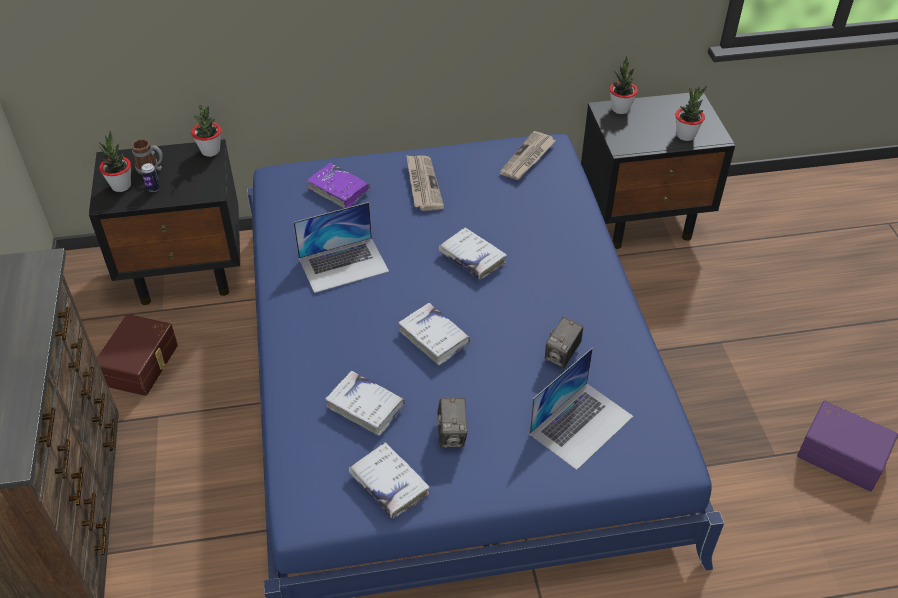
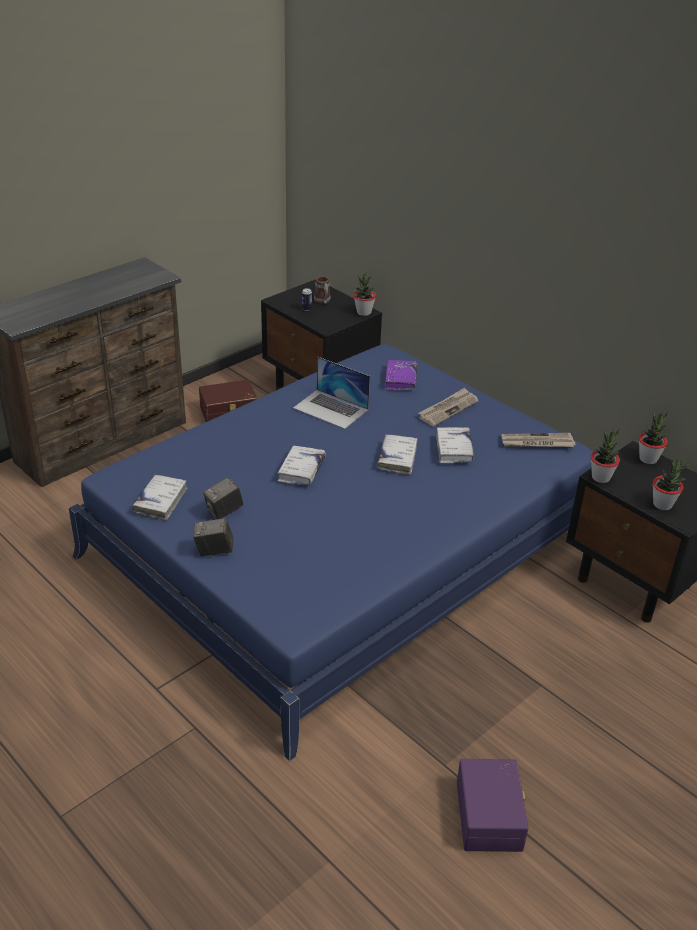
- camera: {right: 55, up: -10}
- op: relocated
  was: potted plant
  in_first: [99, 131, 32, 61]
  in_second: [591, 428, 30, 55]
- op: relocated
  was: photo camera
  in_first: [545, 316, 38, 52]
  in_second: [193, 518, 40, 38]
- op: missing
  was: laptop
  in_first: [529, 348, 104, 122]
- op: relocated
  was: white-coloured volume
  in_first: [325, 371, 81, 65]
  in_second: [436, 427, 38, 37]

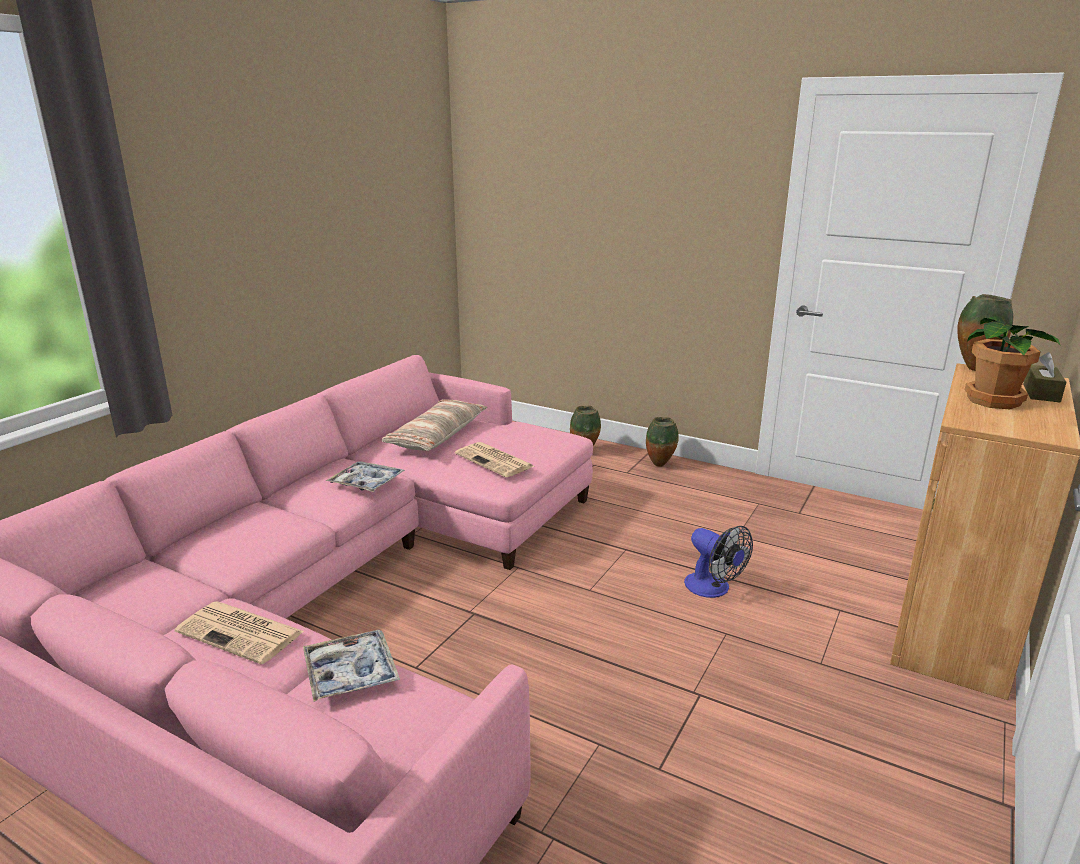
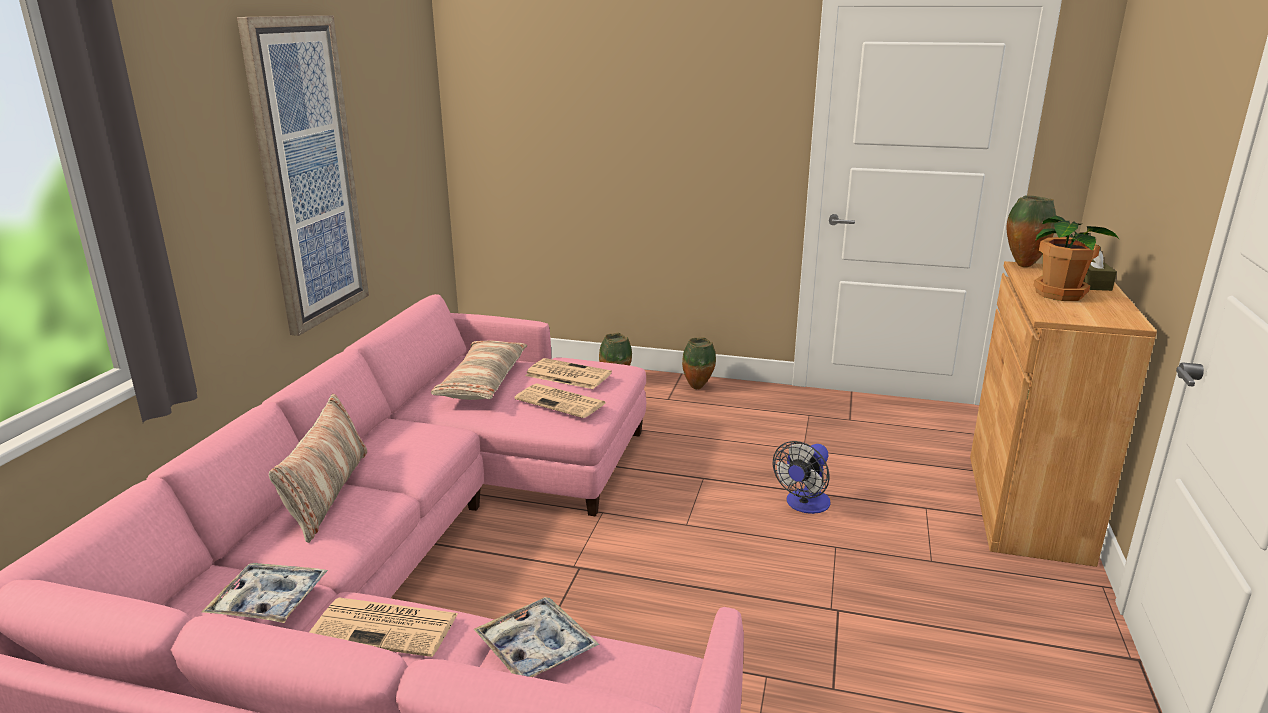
- camera: {right: -15, up: 0}
- op: relocated
  was: tray
  in_first: [326, 461, 79, 31]
  in_second: [201, 563, 127, 60]
- op: spun
  was: fan
  in_first: [684, 526, 69, 72]
  in_second: [773, 441, 57, 73]
  clockwise: 90
- op: appeared
  now: wall picture
  in_second: [237, 15, 132, 321]
- op: appeared
  now: newspaper
  in_second: [525, 358, 87, 31]
- op: appeared
  now: throw pillow
  in_second: [269, 394, 98, 149]

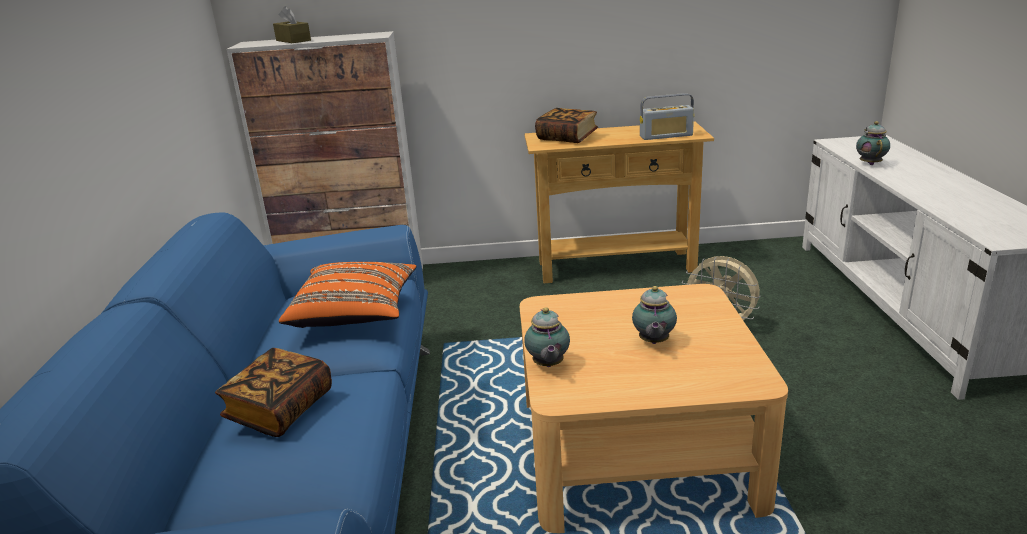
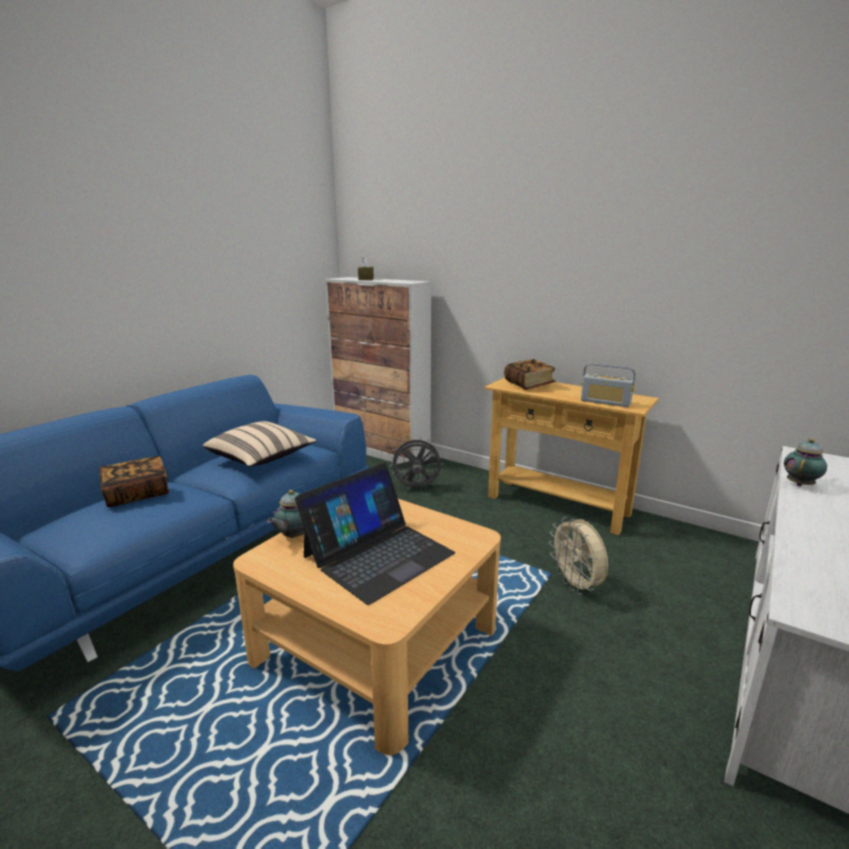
- camera: {right: 35, up: -5}
- op: colour
  was: orangey throw pillow
  now: beige-coloured throw pillow
  in_first: [279, 262, 138, 66]
  in_second: [202, 421, 115, 46]
- op: exchanged
  was: pot for tea
  now: laptop
  in_first: [632, 286, 45, 58]
  in_second: [295, 463, 160, 142]
- op: appeared
  now: gray fan
  in_second: [390, 436, 53, 52]

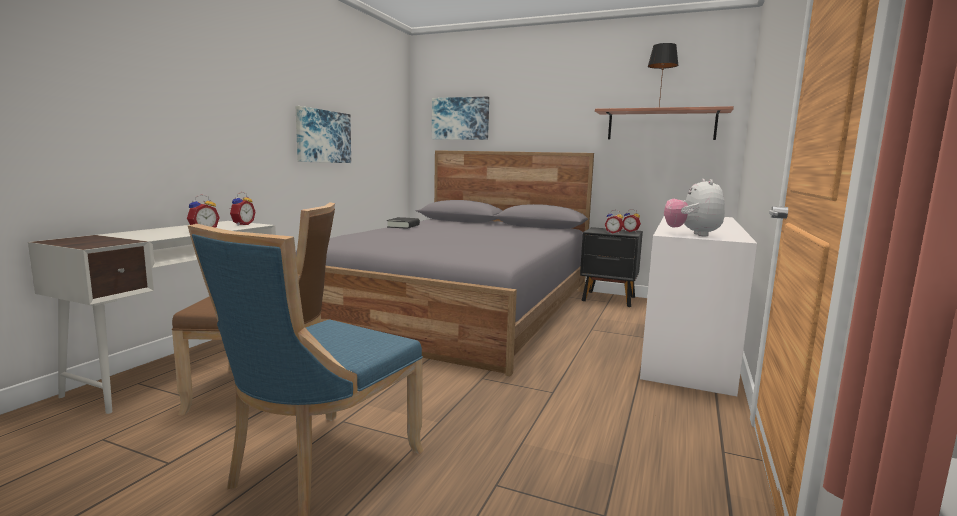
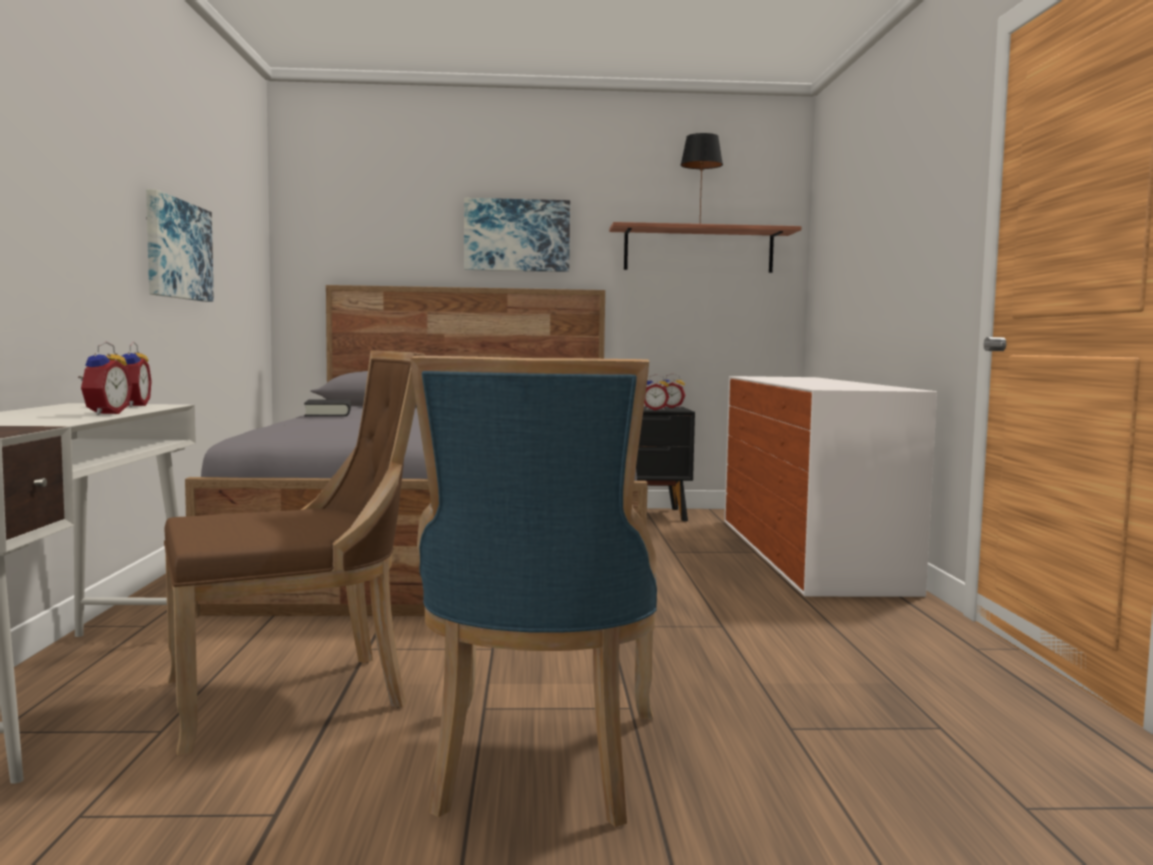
- camera: {right: -25, up: -5}
- op: relocated
  was: wall picture
  in_first: [432, 97, 57, 43]
  in_second: [464, 198, 106, 74]
- op: missing
  was: cuddly toy
  in_first: [664, 179, 61, 57]

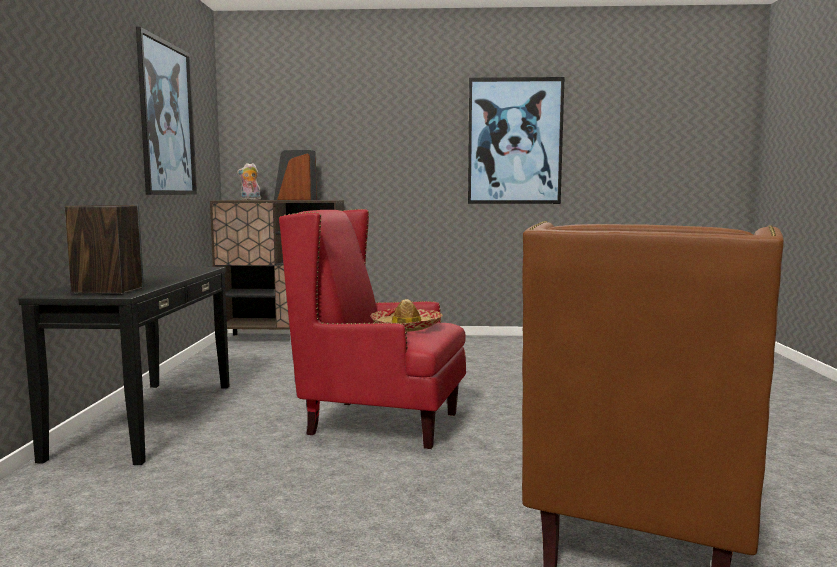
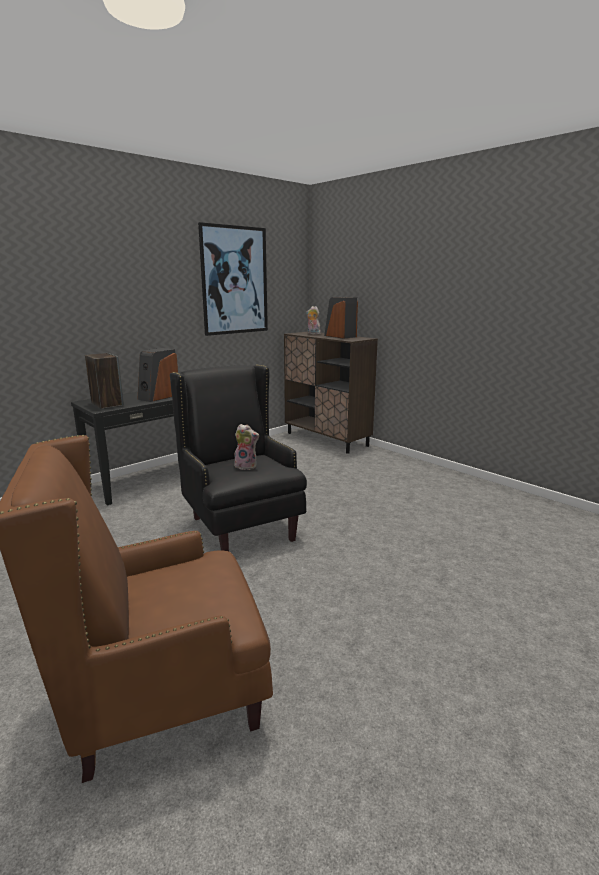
- camera: {right: 45, up: 10}
- op: missing
  was: wall picture
  in_first: [468, 77, 96, 127]
- op: colour
  was: reddish easy chair
  now: black-coloured easy chair
  in_first: [279, 209, 187, 240]
  in_second: [170, 365, 137, 186]
- op: exchanged
  was: wearable hat
  now: cuddly toy
  in_first: [370, 299, 73, 33]
  in_second: [233, 424, 26, 46]
- op: appeared
  now: audio speaker
  in_second: [137, 348, 41, 54]

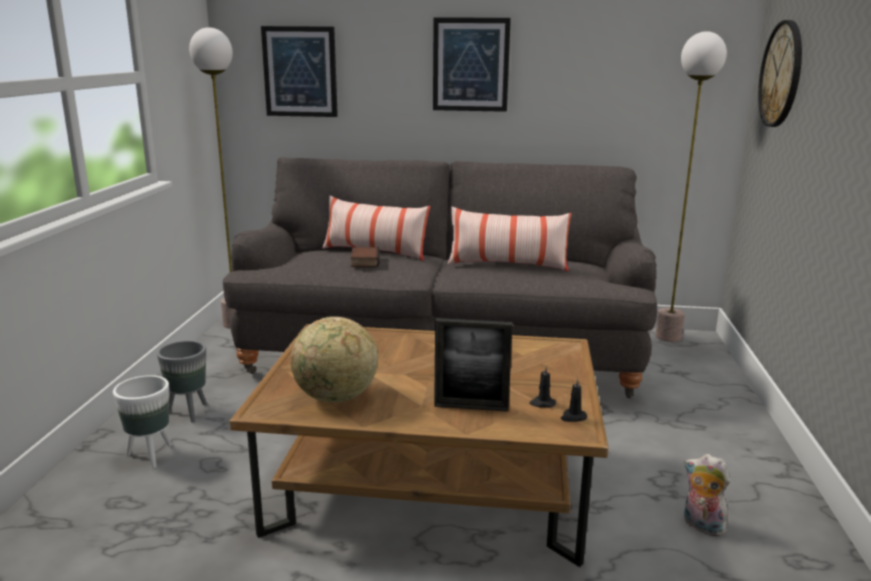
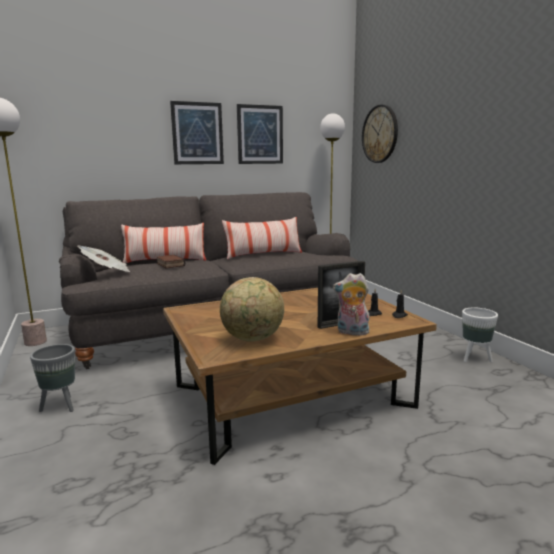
- camera: {right: -30, up: -5}
- op: relocated
  was: wall picture
  in_first: [261, 26, 77, 91]
  in_second: [237, 104, 46, 60]
- op: relocated
  was: white-coloured planter
  in_first: [113, 375, 59, 93]
  in_second: [462, 307, 36, 55]
- op: relocated
  was: cuddly toy
  in_first: [684, 454, 46, 82]
  in_second: [333, 273, 37, 63]
- op: appeared
  now: newspaper
  in_second: [78, 246, 52, 26]

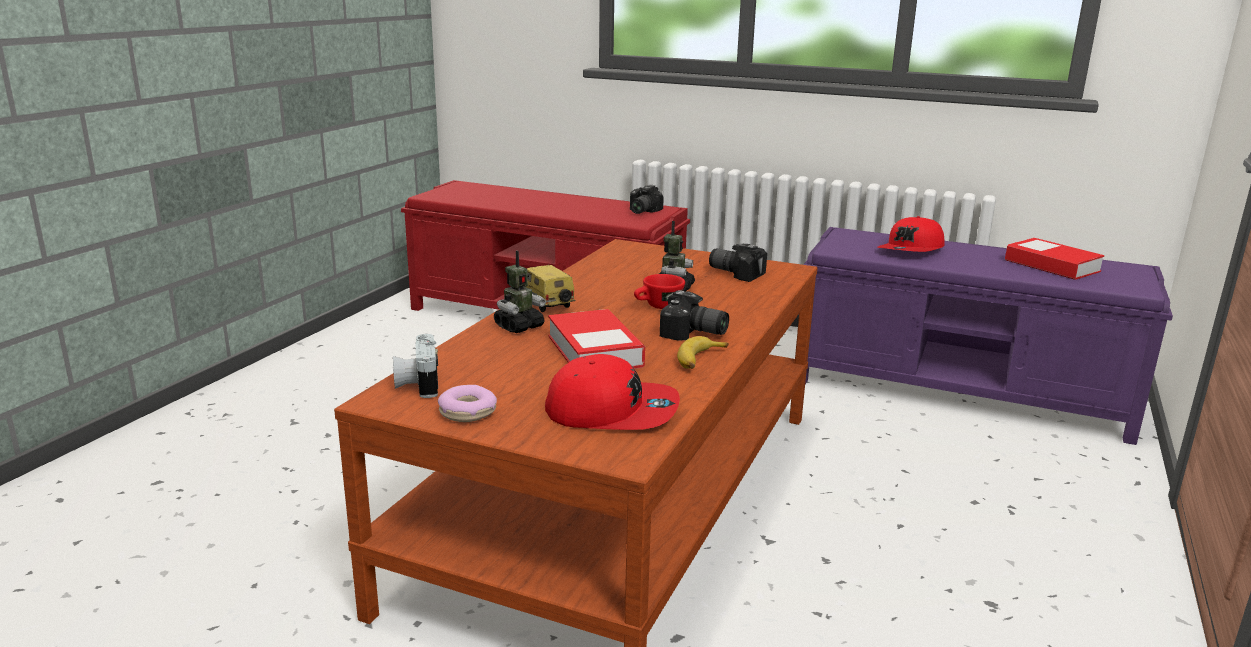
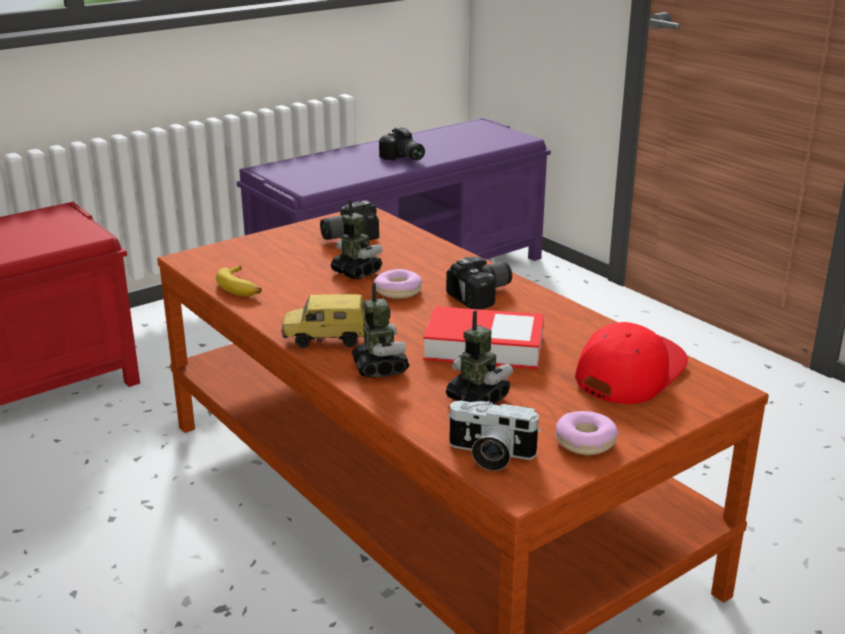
- camera: {right: -60, up: 5}
- op: relocated
  was: photo camera
  in_first: [630, 185, 34, 29]
  in_second: [379, 127, 46, 34]
- op: missing
  was: reddish baseball cap
  in_first: [877, 216, 68, 36]
- op: missing
  was: volume
  in_first: [1005, 238, 99, 42]
- op: exchanged
  was: reddish cup
  now: donut
  in_first: [634, 274, 51, 35]
  in_second: [374, 269, 48, 30]
- op: relocated
  was: banana
  in_first: [677, 336, 52, 33]
  in_second: [216, 265, 46, 32]
- op: appeared
  now: robot figure
  in_second: [446, 310, 67, 95]

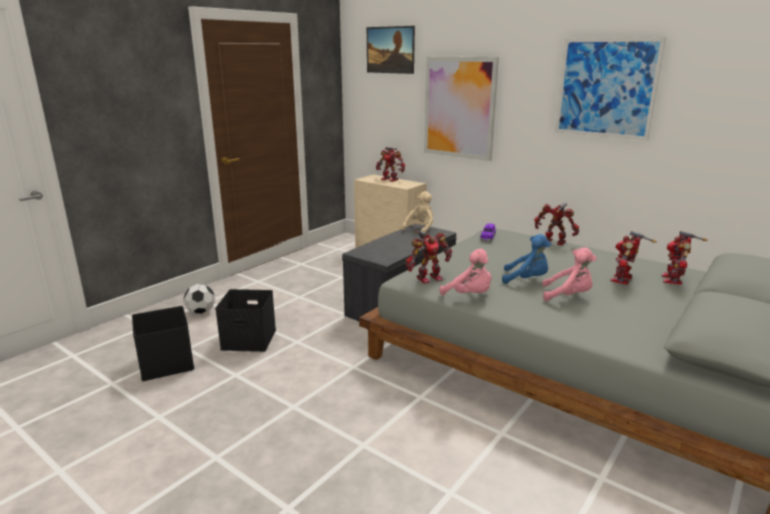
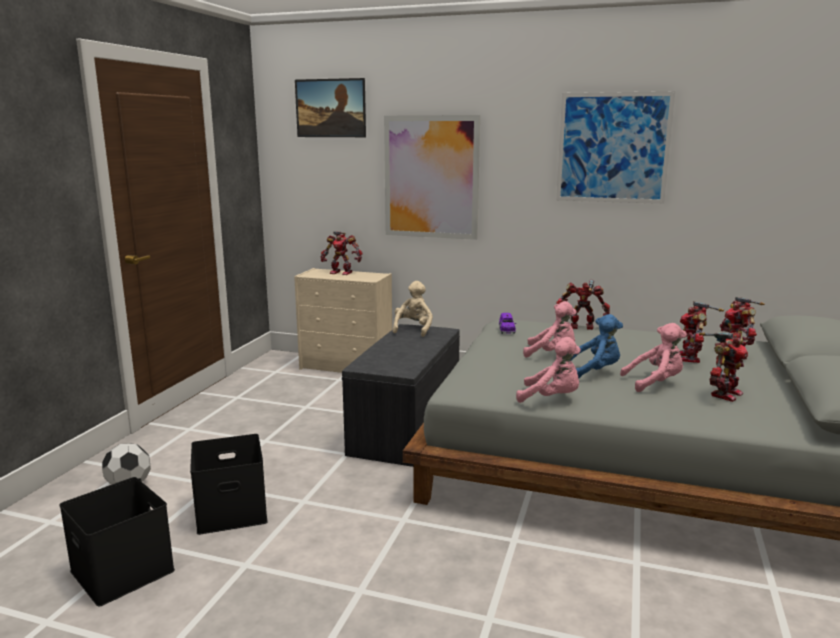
- camera: {right: -20, up: -5}
- op: relocated
  was: robot figure
  in_first: [405, 231, 47, 53]
  in_second: [699, 332, 49, 70]
- op: appeared
  now: pink-coloured cuddly toy
  in_second: [523, 301, 54, 56]

